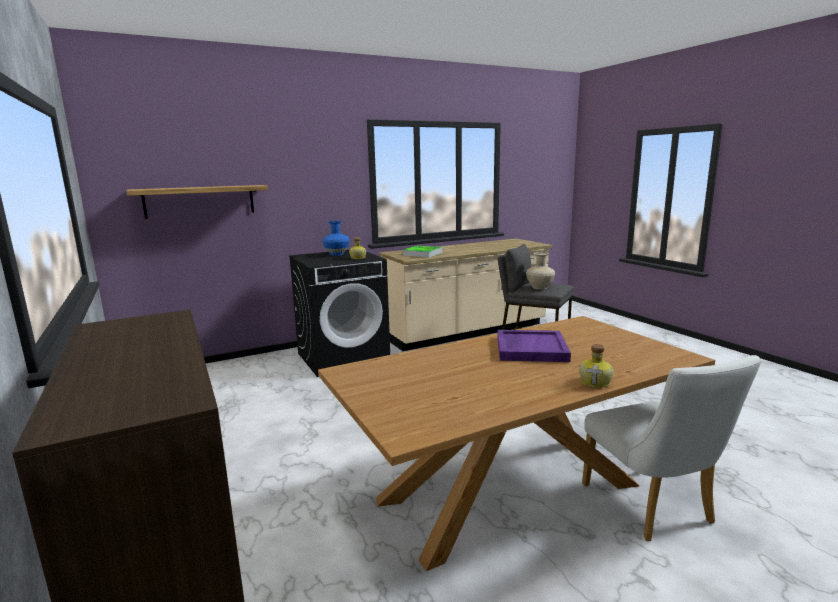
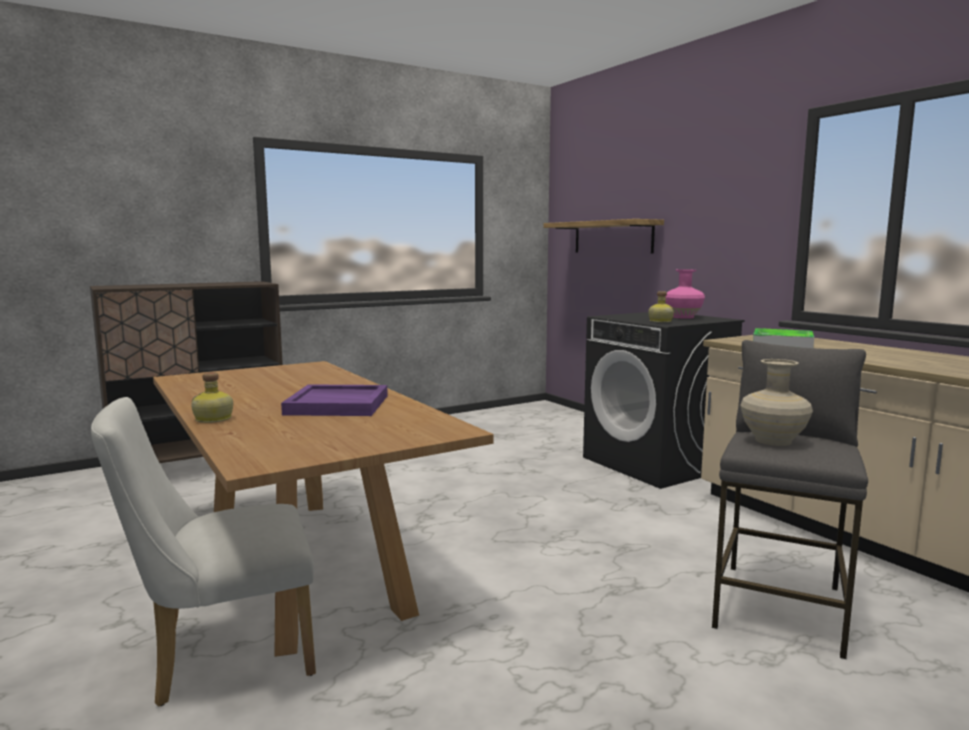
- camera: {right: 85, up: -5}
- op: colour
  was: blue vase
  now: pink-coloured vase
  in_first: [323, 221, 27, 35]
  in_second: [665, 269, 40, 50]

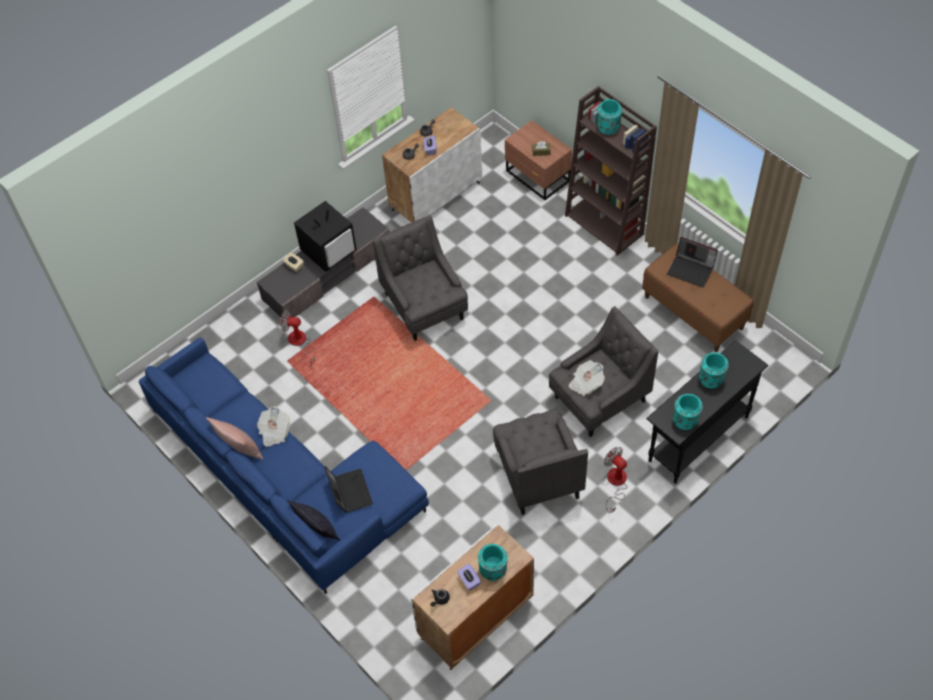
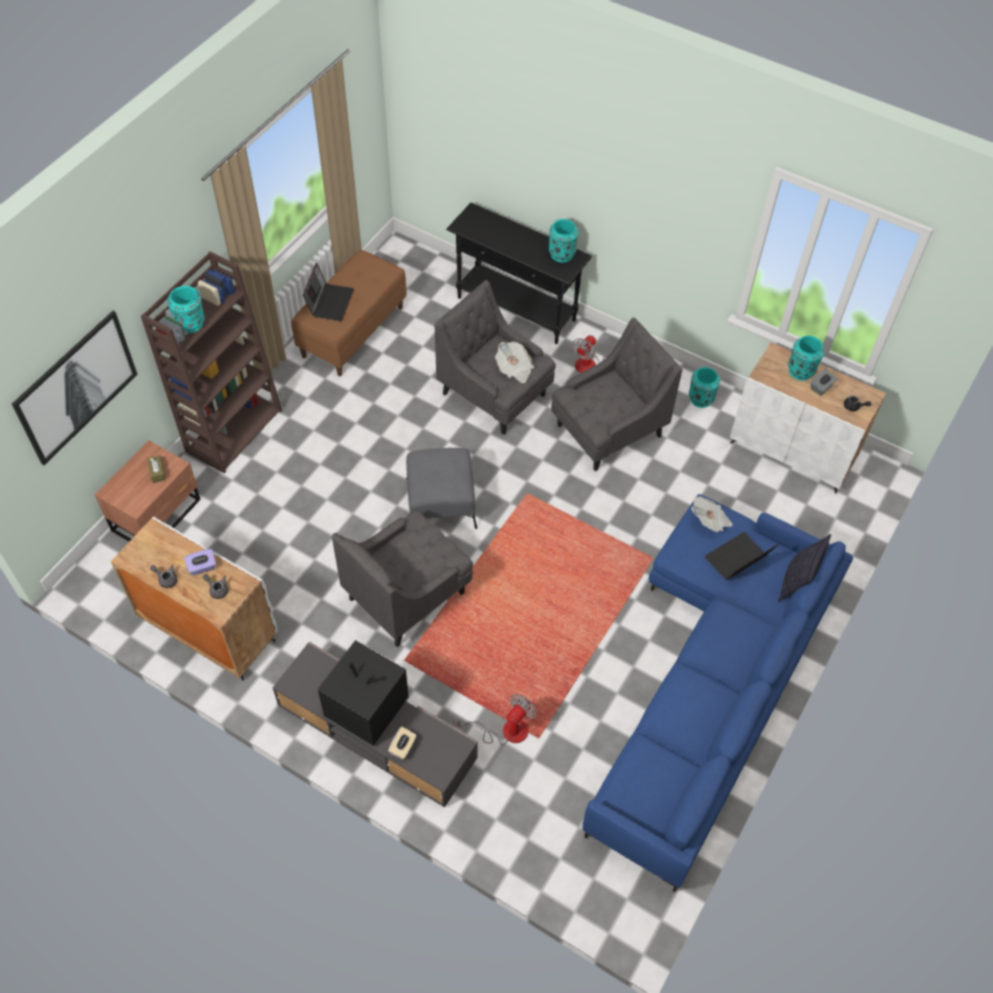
- camera: {right: -110, up: 0}
- op: spun
  was: fan
  in_first: [280, 310, 35, 56]
  in_second: [454, 694, 83, 51]
  clockwise: -135
- op: relocated
  was: turquoise vase
  in_first: [699, 353, 30, 35]
  in_second: [689, 367, 31, 41]
- op: relocated
  was: newspaper
  in_first: [257, 406, 33, 41]
  in_second: [691, 496, 41, 36]
- op: missing
  was: pink-coloured throw pillow
  in_first: [206, 417, 57, 42]
- op: colour
  was: purple box of tissues
  now: gray box of tissues
  in_first: [457, 563, 24, 28]
  in_second: [811, 369, 26, 27]
- op: appeared
  now: wall picture
  in_second: [12, 311, 126, 154]
- op: appeared
  now: gray footrest
  in_second: [406, 448, 71, 81]

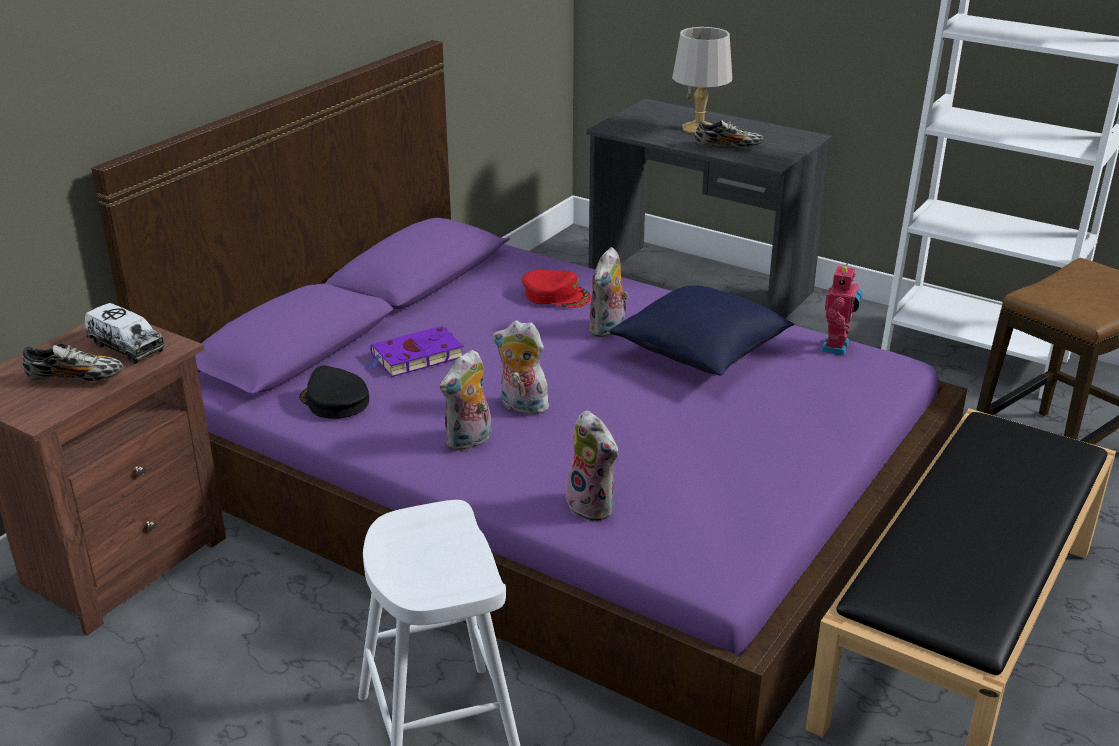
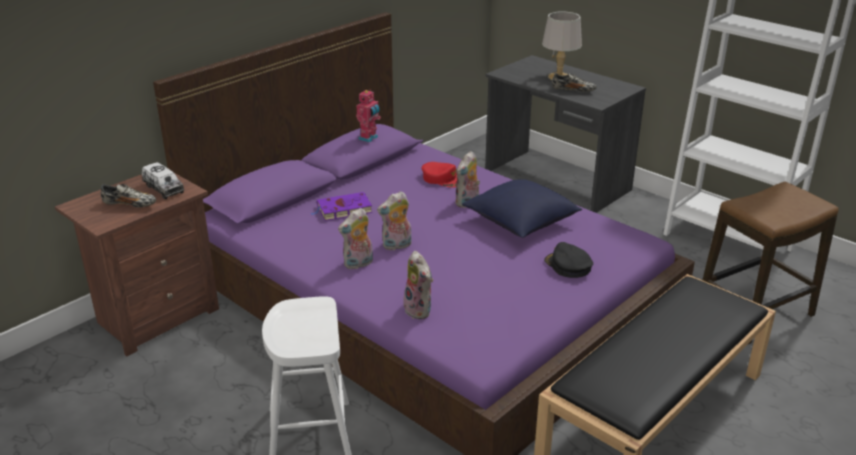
- camera: {right: 10, up: 0}
- op: relocated
  was: robot figure
  in_first: [821, 264, 42, 91]
  in_second: [356, 89, 25, 54]
- op: spun
  was: cuddly toy
  in_first: [493, 321, 56, 94]
  in_second: [377, 191, 35, 59]
  clockwise: -60
- op: relocated
  was: black-coloured baseball cap
  in_first: [299, 365, 70, 54]
  in_second: [544, 242, 49, 36]

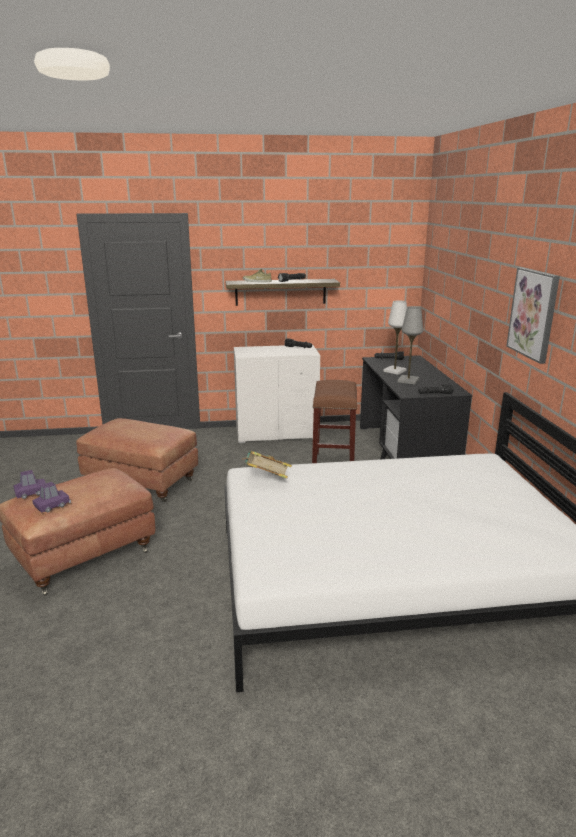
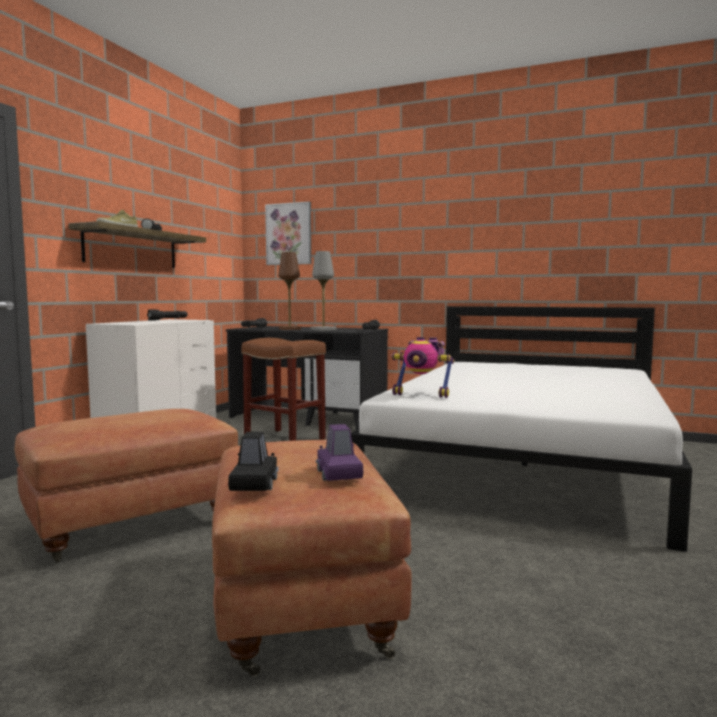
- camera: {right: -60, up: -15}
- op: relocated
  was: wall picture
  in_first: [506, 267, 54, 97]
  in_second: [265, 202, 46, 63]
- op: colour
  was: white-coloured lamp for a table
  now: brownish lamp for a table
  in_first: [383, 300, 24, 75]
  in_second: [278, 252, 23, 78]
- op: exchanged
  was: volume
  now: robot figure
  in_first: [242, 451, 50, 28]
  in_second: [391, 337, 63, 61]
- op: colour
  was: purple toy car
  now: black-coloured toy car
  in_first: [13, 470, 33, 29]
  in_second: [228, 432, 50, 59]

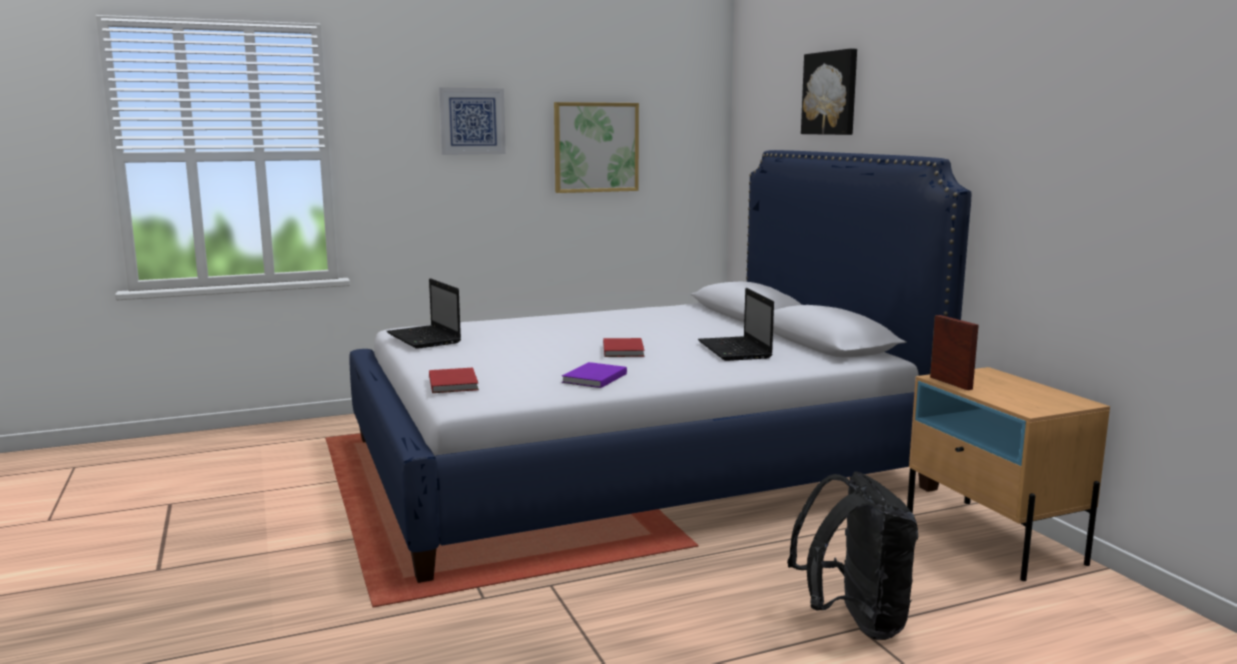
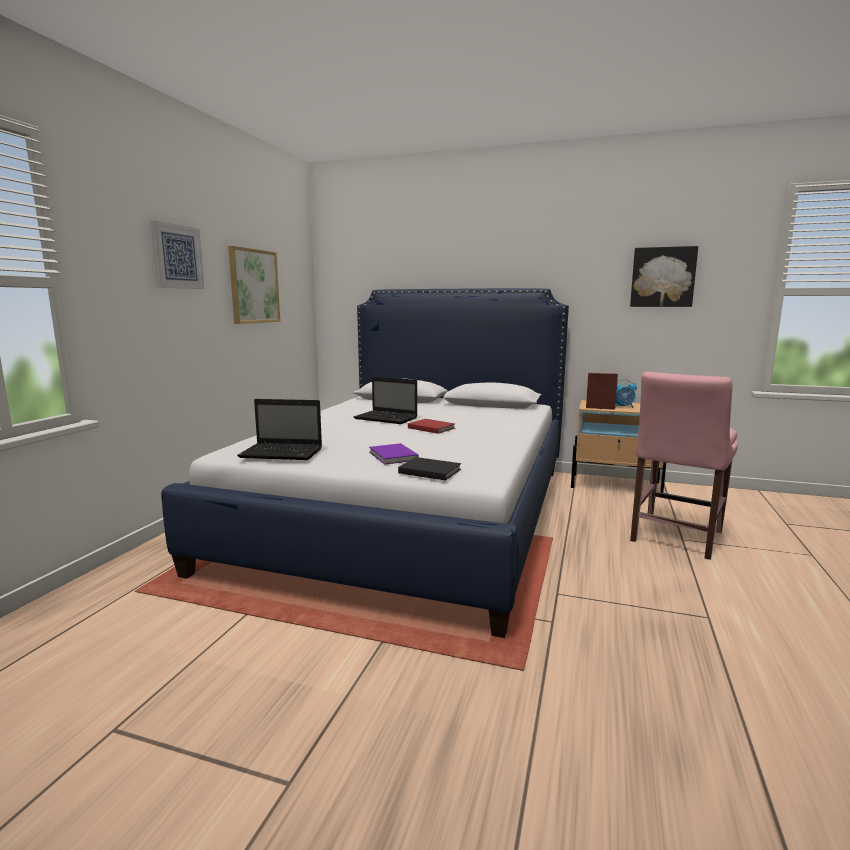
- camera: {right: -50, up: 0}
- op: relocated
  was: wall picture
  in_first: [801, 48, 56, 87]
  in_second: [630, 246, 68, 61]
- op: relocated
  was: laptop
  in_first: [698, 288, 76, 73]
  in_second: [354, 377, 64, 47]
- op: relocated
  was: purple volume
  in_first: [562, 362, 65, 26]
  in_second: [369, 443, 50, 22]
- op: colour
  was: reddish volume
  now: black-coloured volume
  in_first: [429, 368, 50, 25]
  in_second: [398, 457, 63, 24]
- op: exchanged
  was: black-coloured backpack
  now: pink-coloured chair
  in_first: [787, 471, 131, 169]
  in_second: [630, 372, 108, 188]
- op: appeared
  now: alarm clock
  in_second: [615, 379, 22, 29]

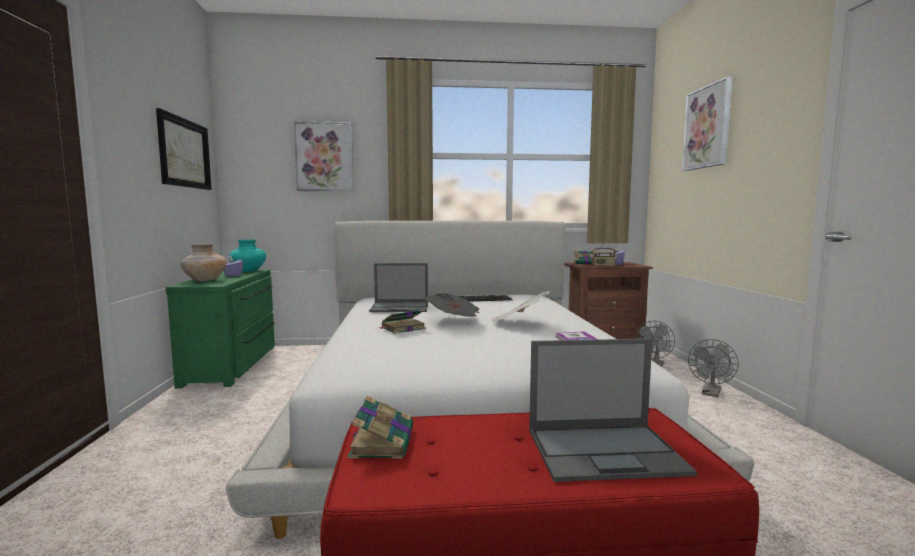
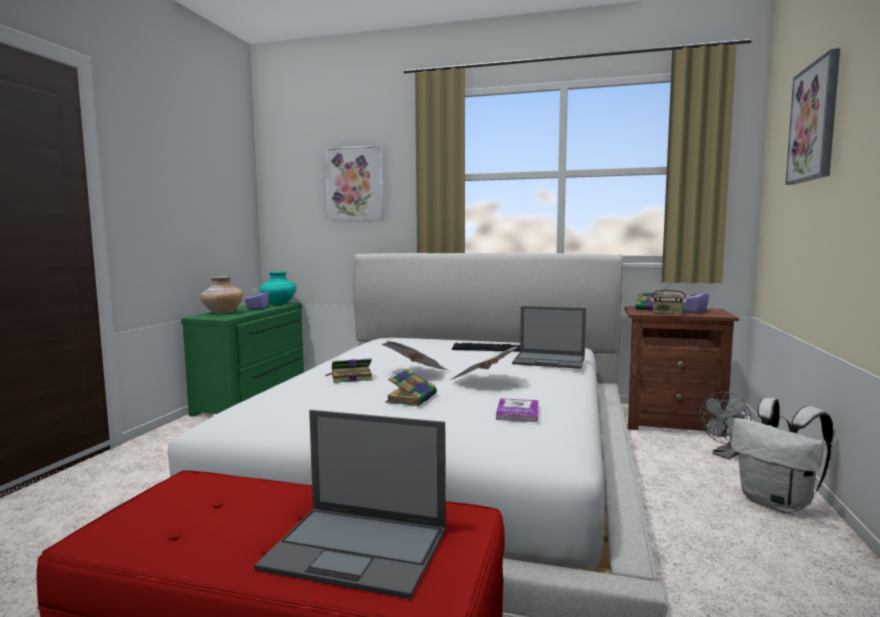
- camera: {right: 20, up: 0}
- op: missing
  was: wall picture
  in_first: [156, 108, 55, 82]
- op: relocated
  was: laptop
  in_first: [369, 263, 59, 49]
  in_second: [512, 306, 74, 63]
- op: exchanged
  was: gray fan
  now: white-coloured backpack
  in_first: [688, 339, 51, 58]
  in_second: [730, 398, 103, 116]
- op: relocated
  was: volume
  in_first: [348, 396, 65, 63]
  in_second: [386, 369, 51, 37]

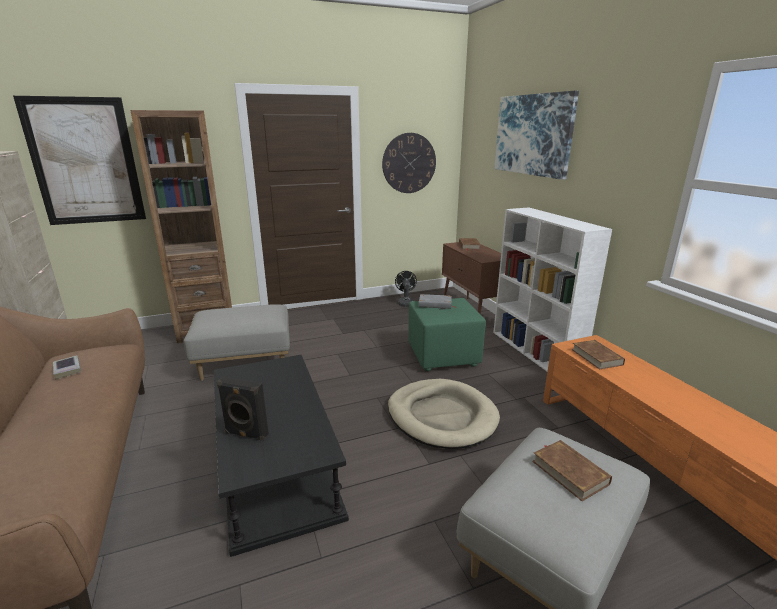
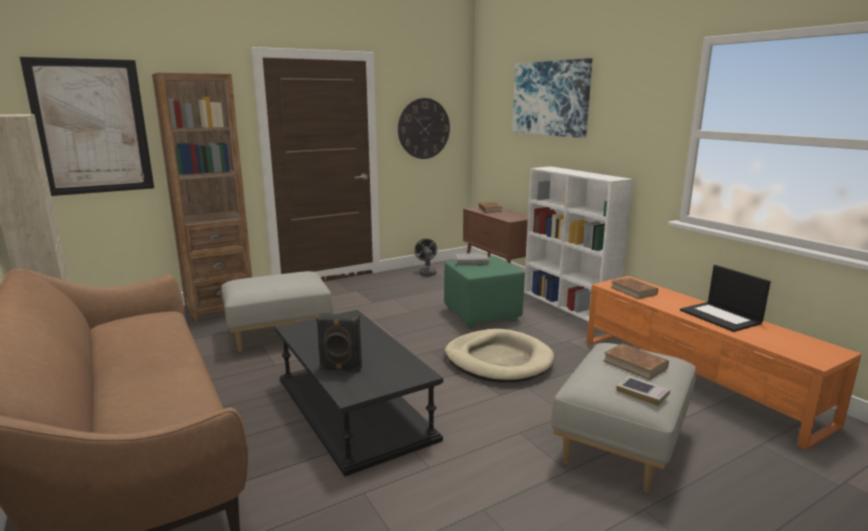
- camera: {right: -10, up: -5}
- op: relocated
  was: volume
  in_first: [53, 355, 28, 25]
  in_second: [616, 376, 54, 30]
- op: appeared
  now: laptop
  in_second: [680, 265, 91, 67]

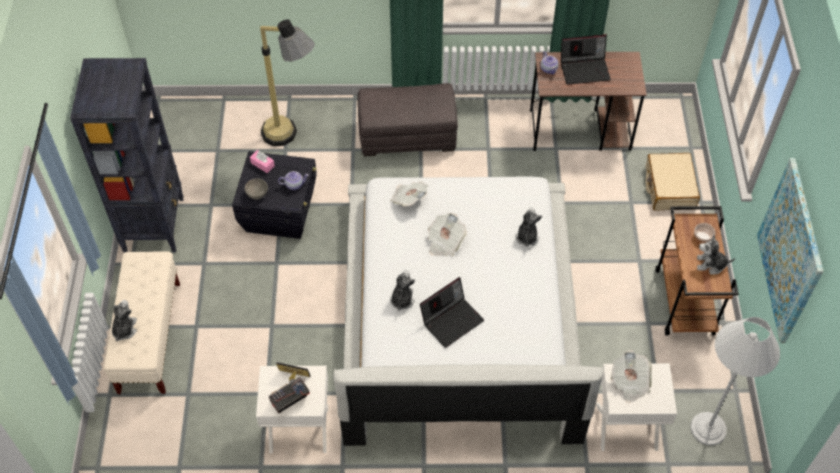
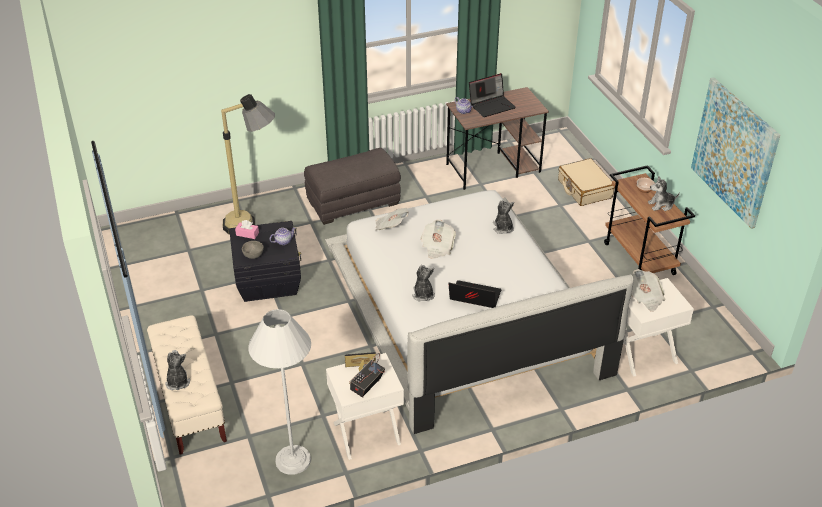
- camera: {right: -20, up: -15}
- op: missing
  was: black-coloured bookcase
  in_first: [70, 58, 113, 195]
- op: spun
  was: laptop
  in_first: [420, 277, 64, 71]
  in_second: [448, 280, 53, 28]
  clockwise: -105
- op: relocated
  was: white-coloured standard lamp
  in_first: [690, 317, 90, 129]
  in_second: [248, 309, 63, 166]

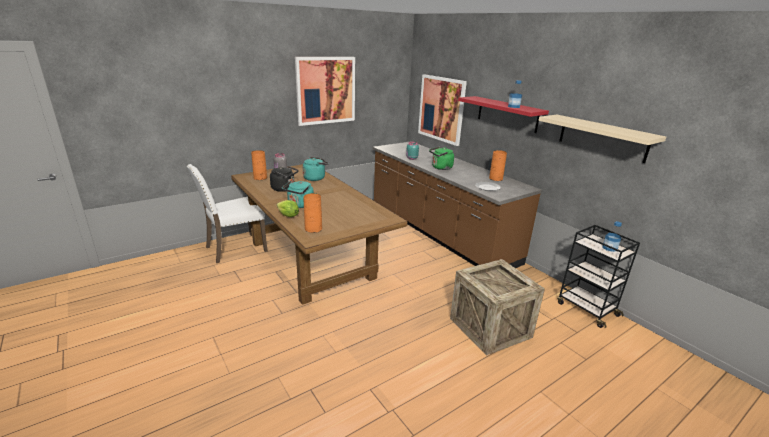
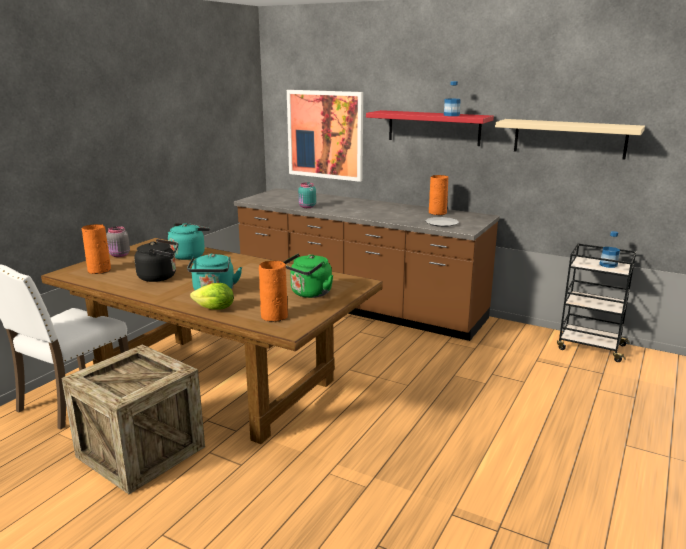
- camera: {right: -25, up: -5}
- op: missing
  was: wall picture
  in_first: [295, 57, 60, 69]
- op: relocated
  was: green-coloured water kettle
  in_first: [429, 146, 25, 24]
  in_second: [284, 253, 50, 45]
- op: relocated
  was: packing crate
  in_first: [450, 259, 95, 97]
  in_second: [61, 344, 144, 150]

